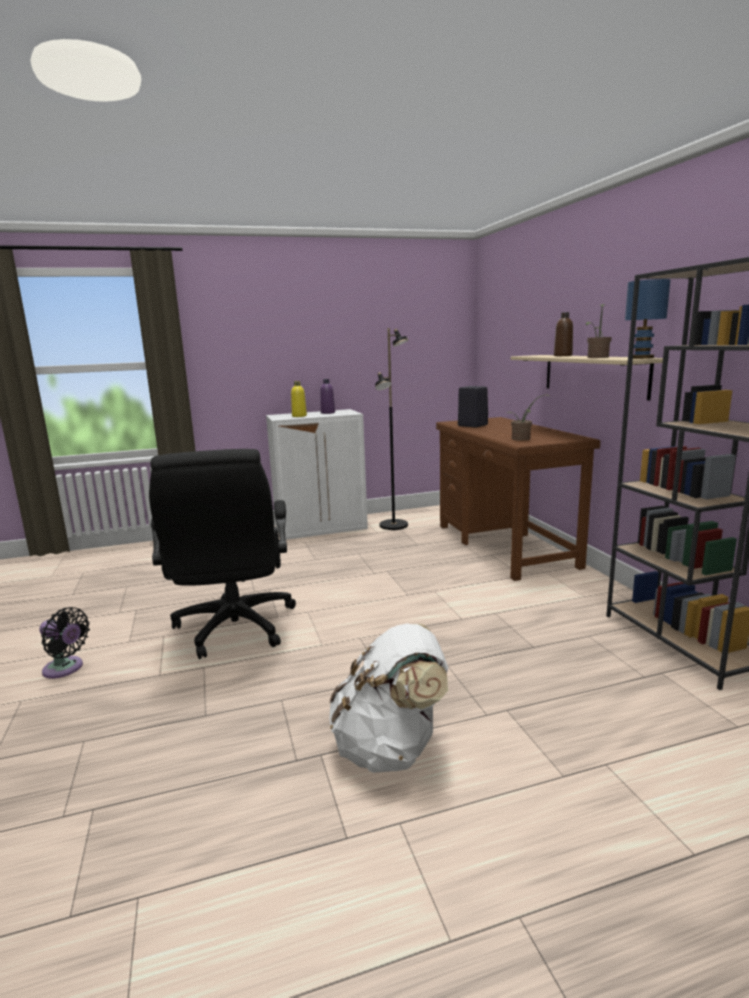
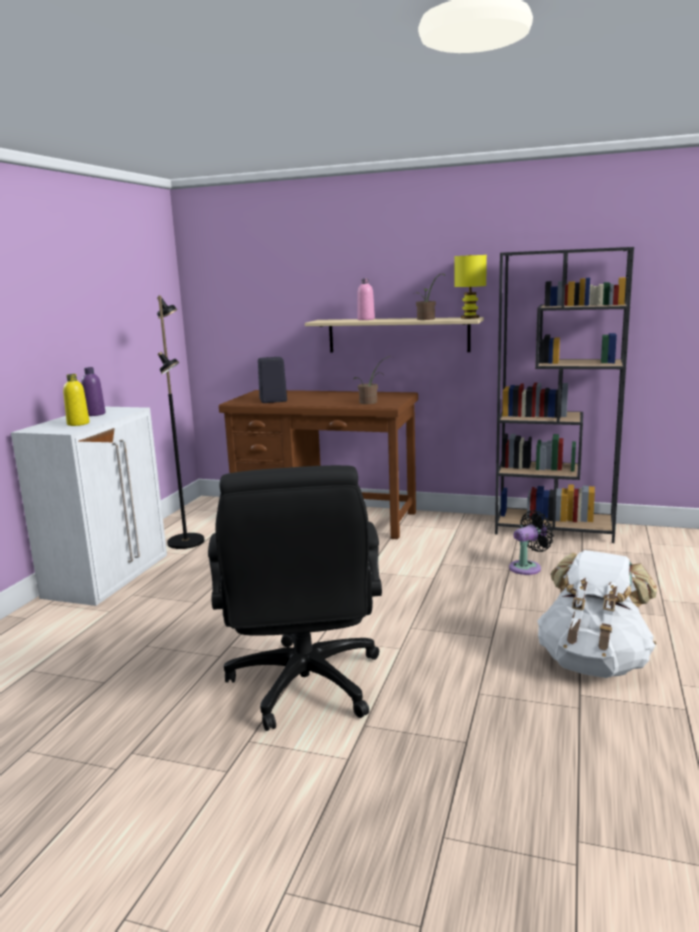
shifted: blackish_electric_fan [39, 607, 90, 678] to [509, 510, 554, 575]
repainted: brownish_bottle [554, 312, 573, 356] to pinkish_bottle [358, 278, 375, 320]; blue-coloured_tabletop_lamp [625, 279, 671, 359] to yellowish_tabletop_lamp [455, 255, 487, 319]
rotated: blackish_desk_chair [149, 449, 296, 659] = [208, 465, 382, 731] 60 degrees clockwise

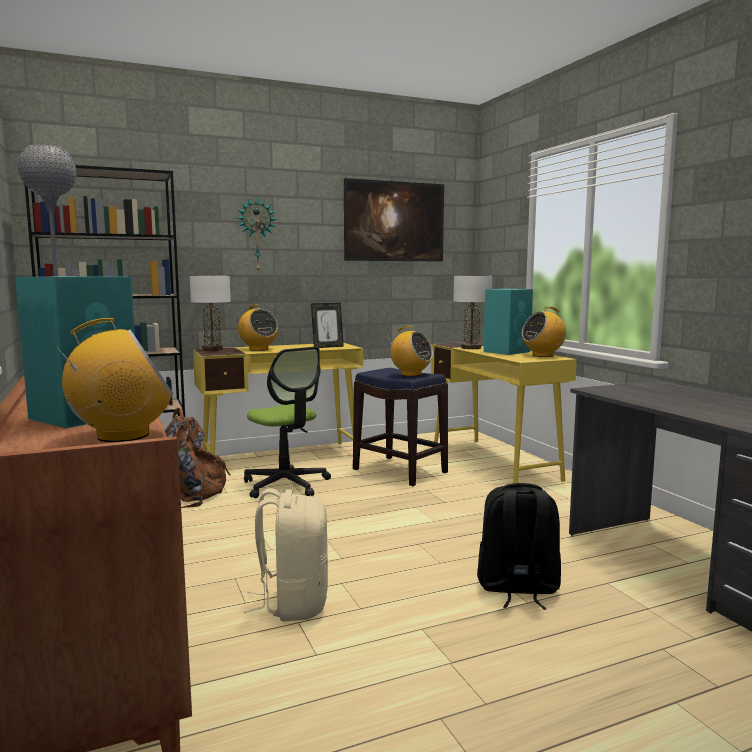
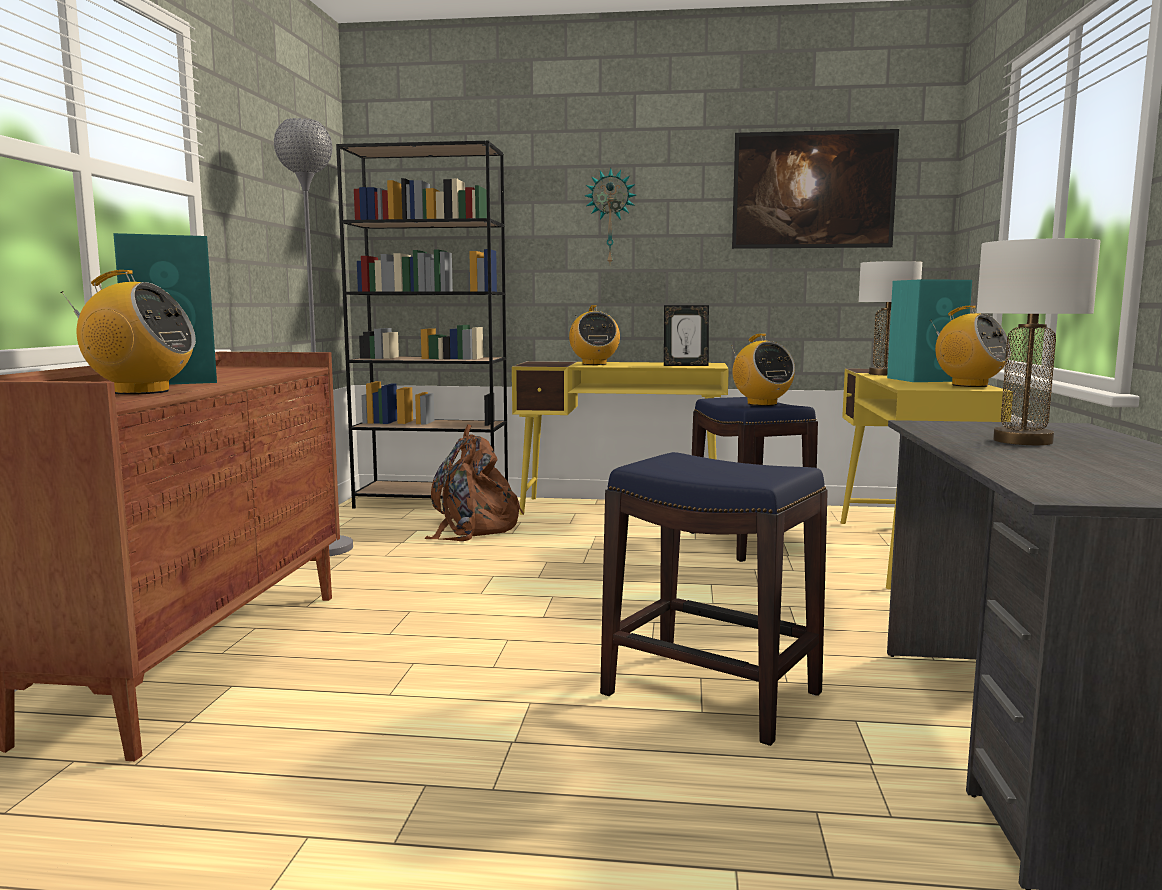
gone: desk_chair [244, 347, 331, 498]; beige-coloured_rucksack [244, 488, 328, 622]
shifted: tabletop_lamp [190, 276, 231, 351] to [977, 238, 1101, 445]
swapped: blackish_rucksack [477, 483, 561, 610] to stool [600, 452, 828, 746]
rotated: radio [522, 306, 566, 357] = [931, 306, 1011, 387] 135 degrees counterclockwise

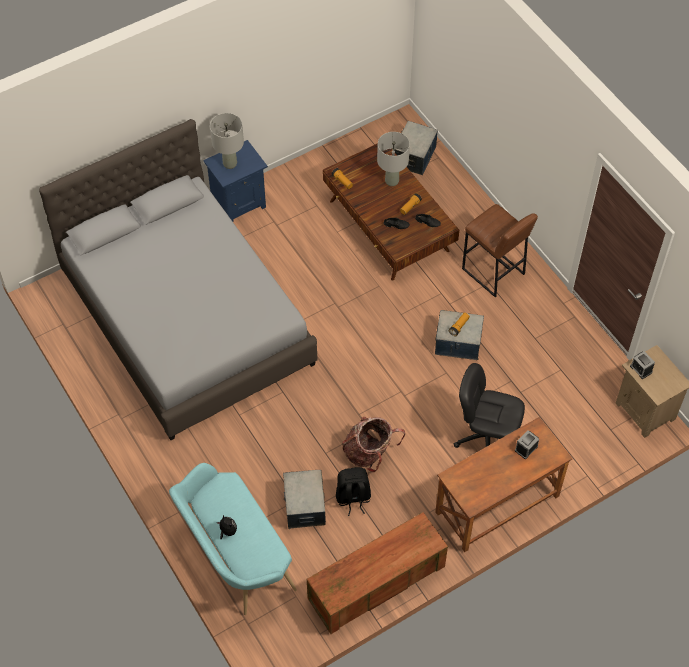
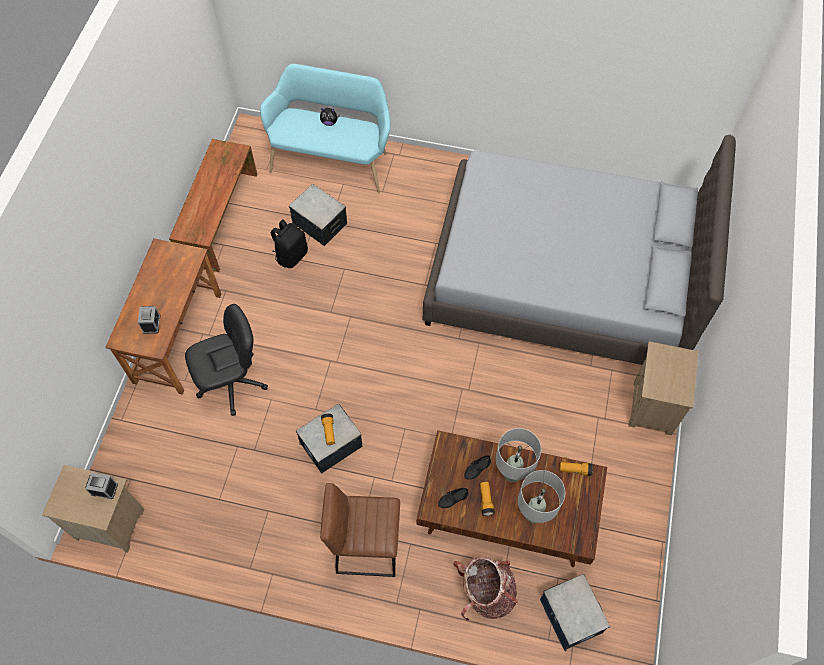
shifted: greyish_tabletop_lamp [210, 113, 244, 169] to [495, 428, 541, 483]; rucksack [342, 417, 405, 472] to [453, 557, 517, 620]
repainted: blue-coloured_night_table [203, 140, 268, 221] to beige-coloured_night_table [629, 341, 698, 435]

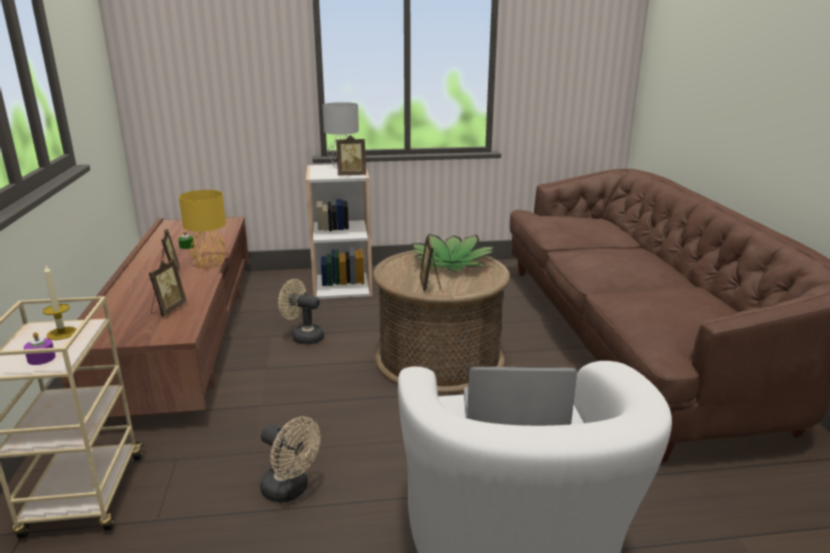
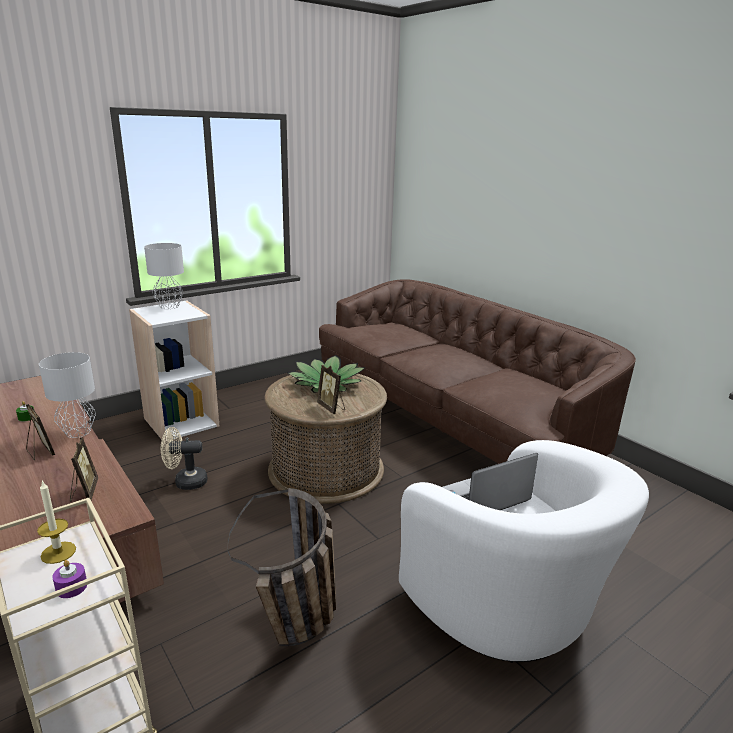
gone: photo_frame [336, 135, 366, 176]
swapped: beige-coloured_electric_fan [260, 417, 321, 503] to household_basket [227, 488, 336, 646]
repainted: yellowish_tabletop_lamp [179, 190, 226, 269] to greyish_tabletop_lamp [39, 352, 96, 438]

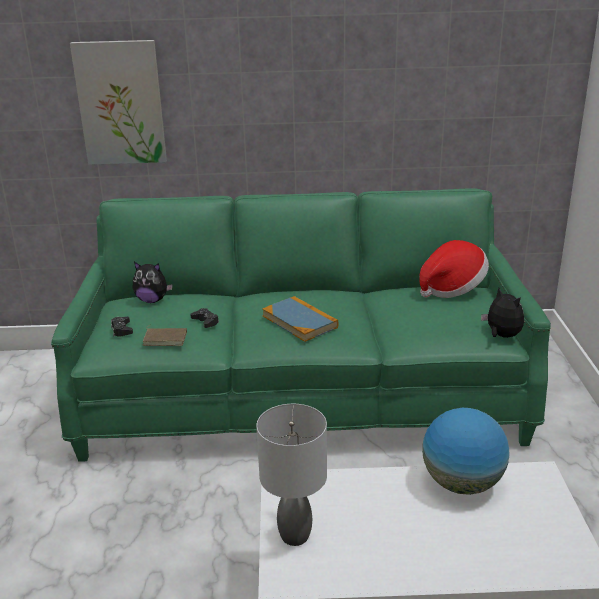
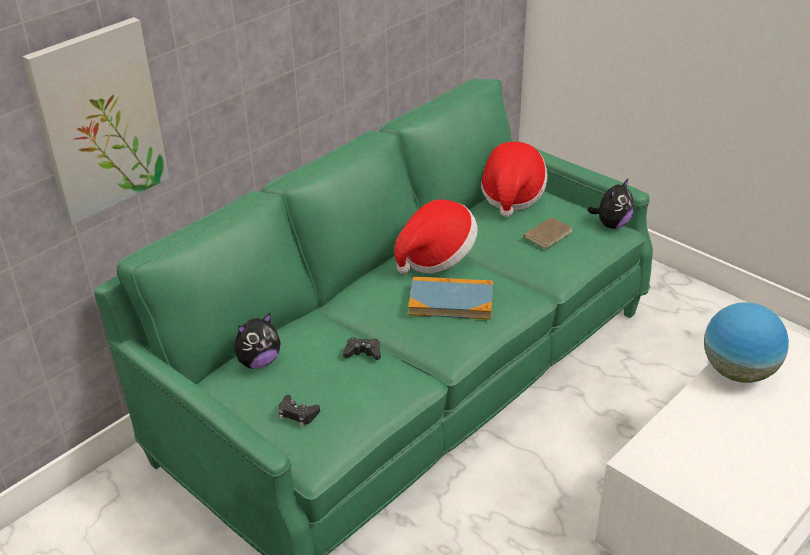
gone: greyish_tabletop_lamp [257, 404, 327, 546]
new: wearable_hat [394, 199, 478, 274]
shifted: brownish_bound_book [142, 325, 187, 346] to [517, 217, 573, 249]
rotated: cuddly_toy [481, 288, 524, 338] = [587, 178, 634, 229] 120 degrees clockwise

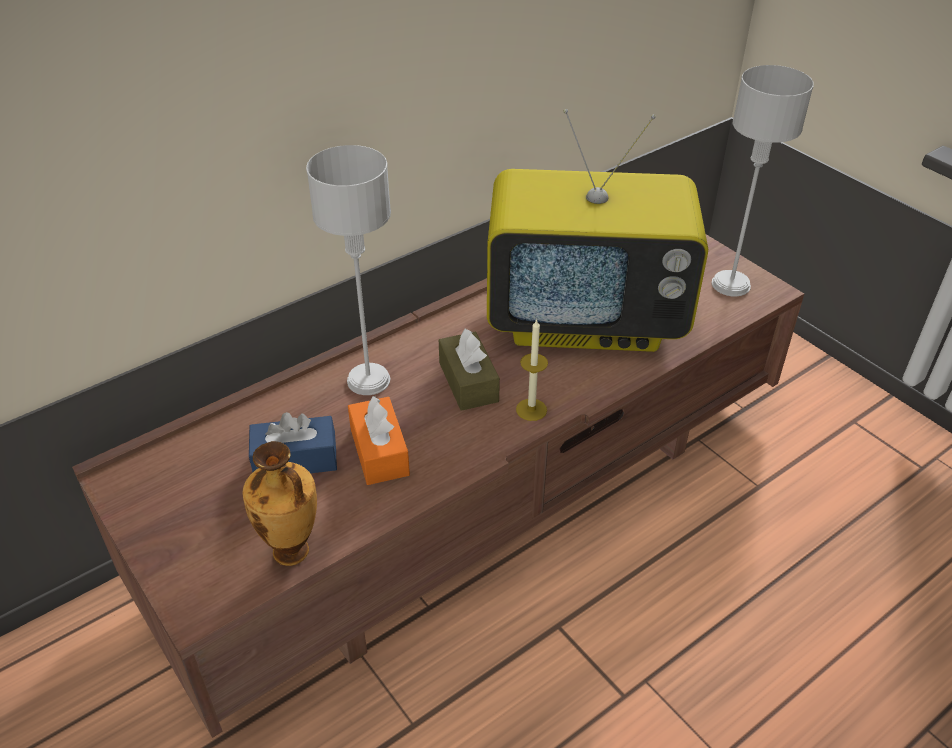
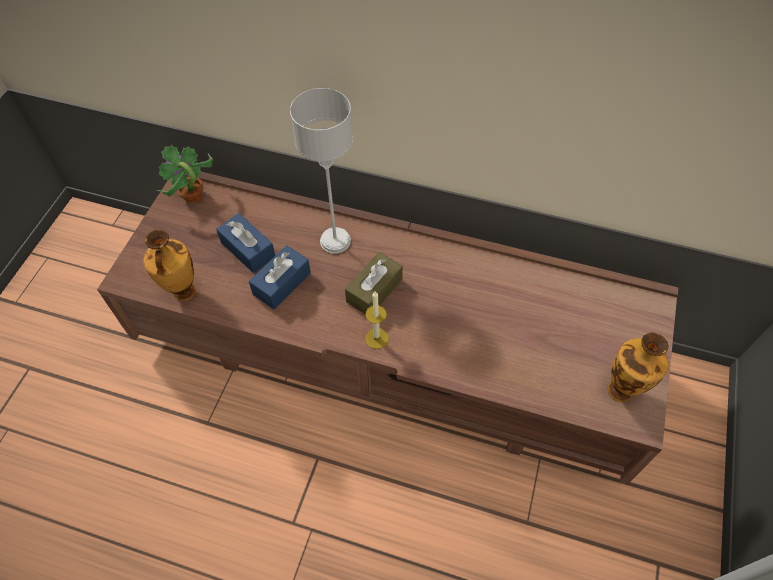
gone: television [487, 109, 708, 352]
new: potted_plant [157, 145, 213, 203]
swapped: greyish_tabletop_lamp [712, 65, 814, 296] to decorative_vase [608, 332, 669, 402]
repainted: orange-coloured_tissue_holder [348, 395, 410, 485] to blue-coloured_tissue_holder [249, 245, 311, 309]

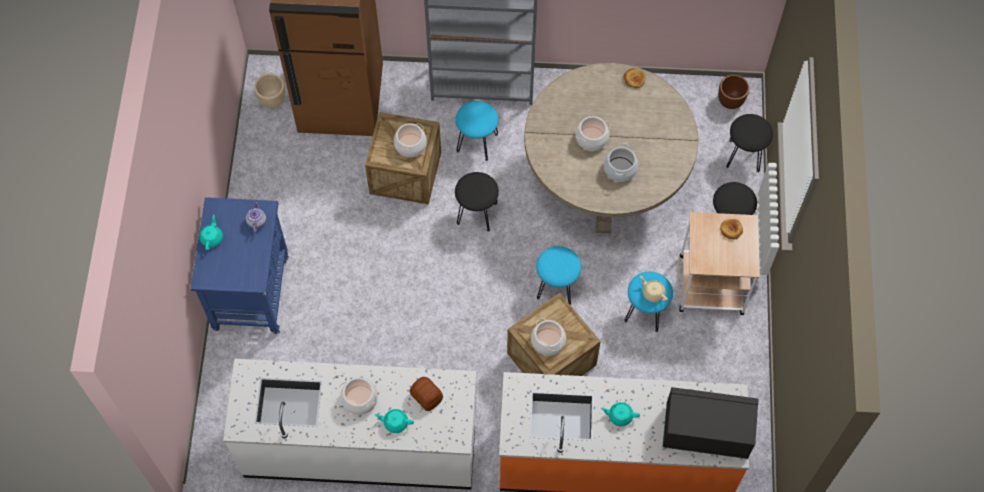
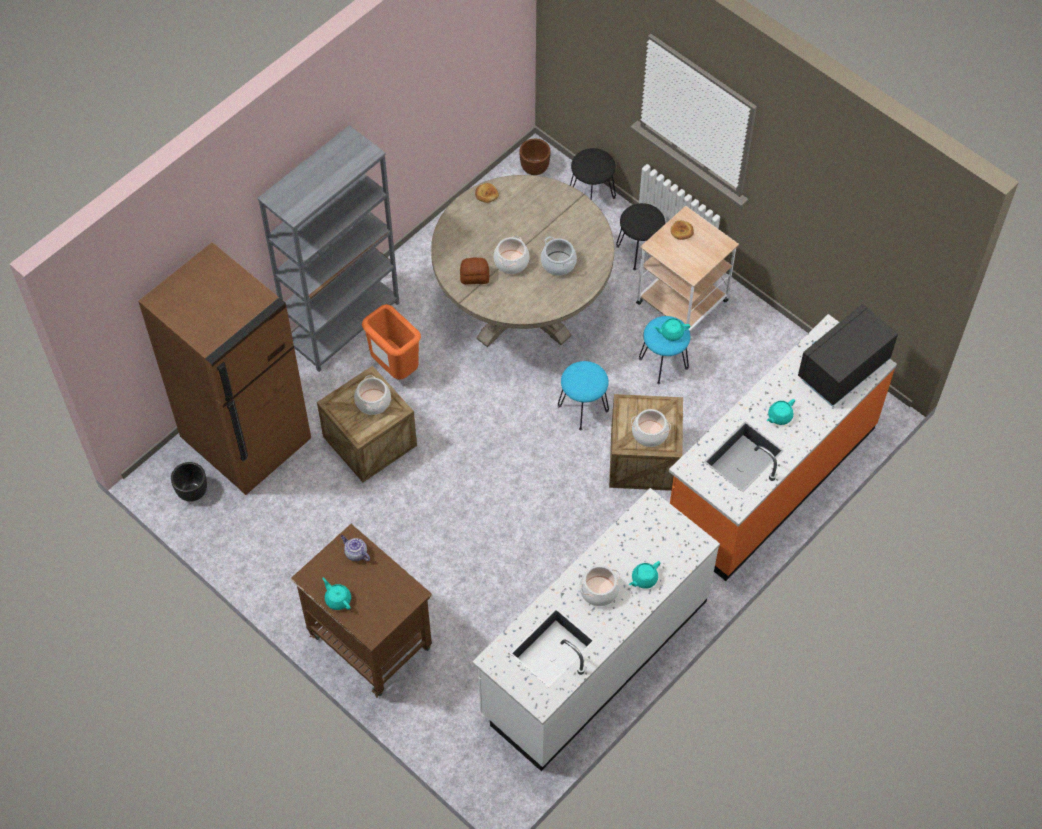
gone: blackish_stool [455, 172, 499, 232]
shifted: bakery_bread [410, 377, 443, 411] to [460, 258, 489, 285]
swapped: blue-green_stool [456, 101, 498, 161] to orange-coloured_rubbish_bin [362, 304, 421, 380]
repainted: blue-coloured_wheeled_cart [190, 197, 290, 334] to brownish_wheeled_cart [291, 524, 432, 698]; beige-coloured_plant_pot [254, 73, 285, 108] to blackish_plant_pot [171, 462, 207, 502]; beige-coloured_tea_pot [640, 276, 668, 302] to blue-green_tea_pot [653, 318, 690, 341]

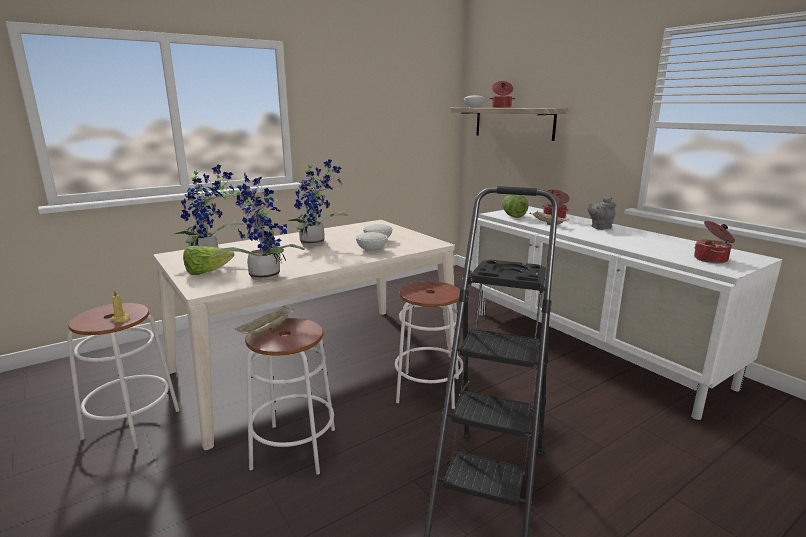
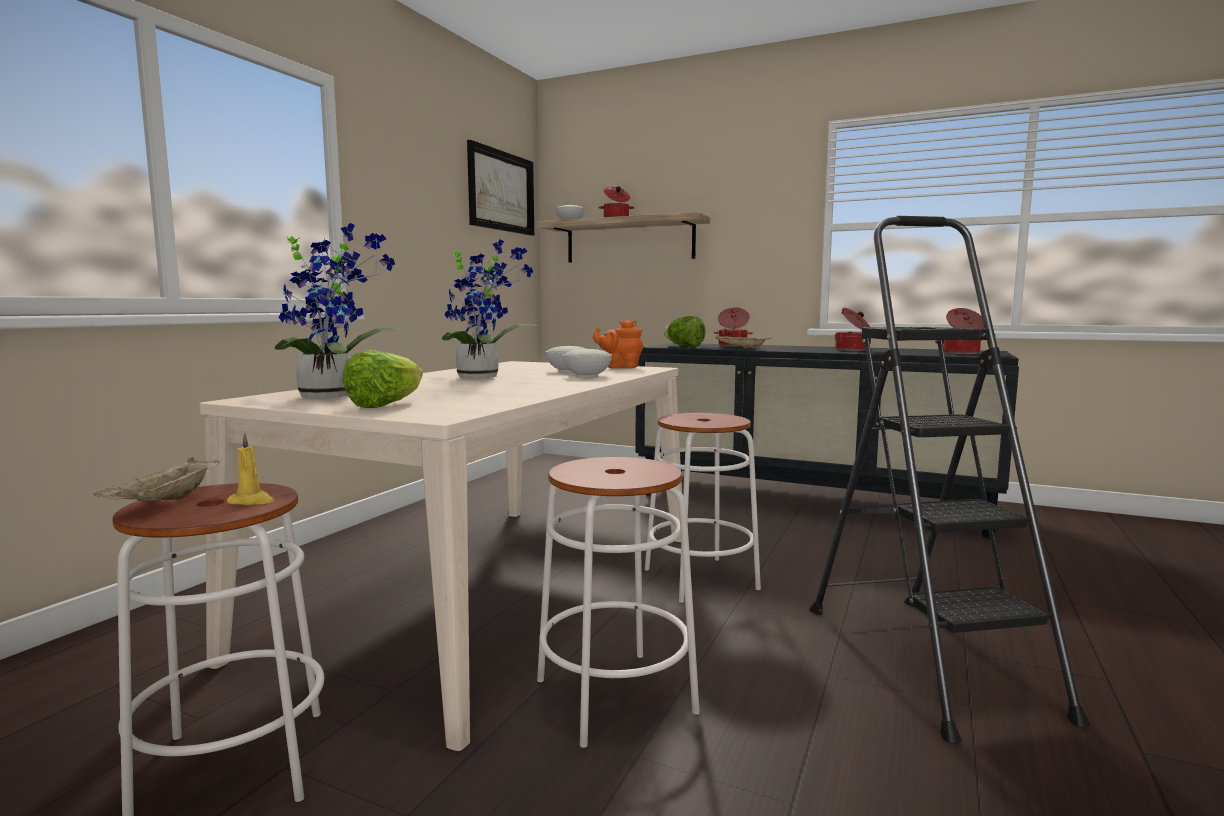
gone: potted_plant [209, 173, 305, 281]; greyish_tea_pot [588, 197, 616, 230]
new: wall_art [467, 140, 534, 236]; orange-coloured_tea_pot [593, 320, 643, 369]; saucepot [834, 308, 870, 351]
shifted: beige-coloured_serving_tray [235, 305, 294, 334] to [94, 457, 220, 501]
repainted: white-coloured_storage_cabinet [471, 206, 782, 420] to blackish_storage_cabinet [636, 343, 1019, 538]

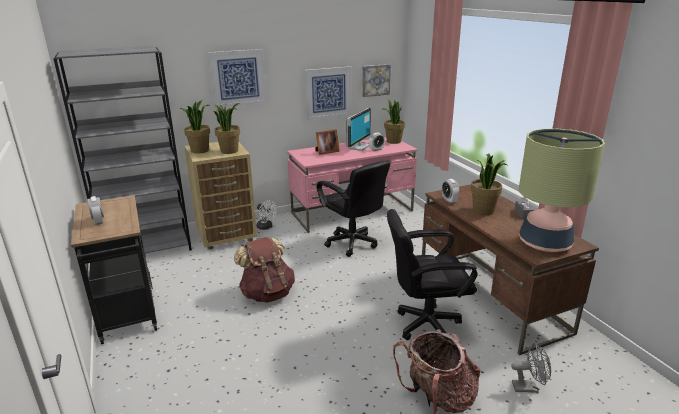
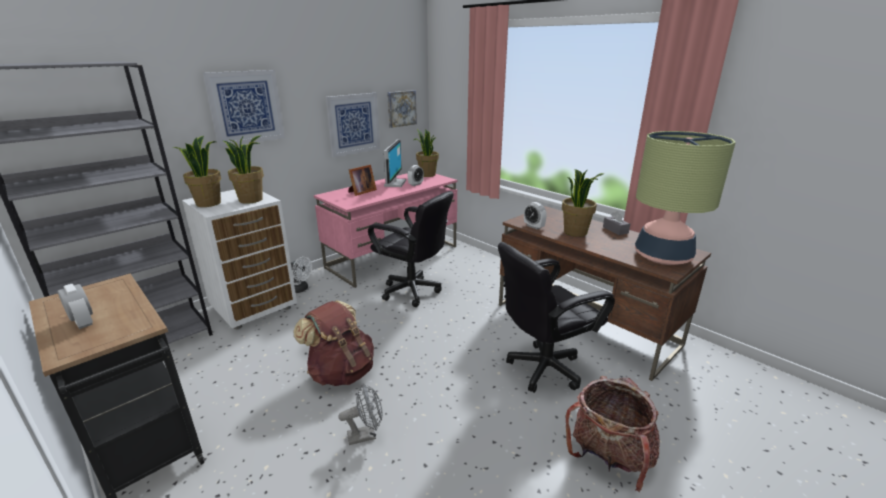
shifted: greyish_electric_fan [511, 343, 551, 393] to [338, 384, 383, 445]
repainted: brownish_drawer_chest [185, 142, 257, 249] to white-coloured_drawer_chest [182, 189, 297, 329]

